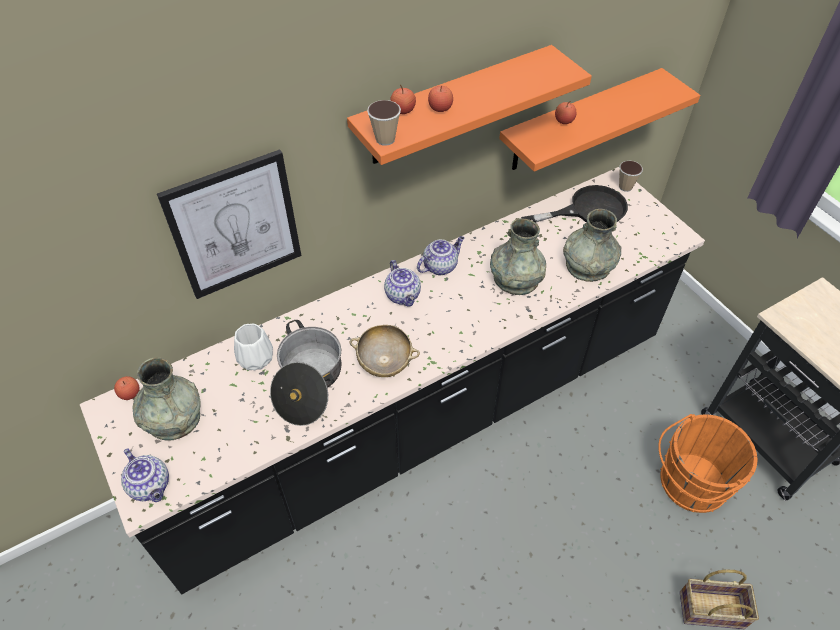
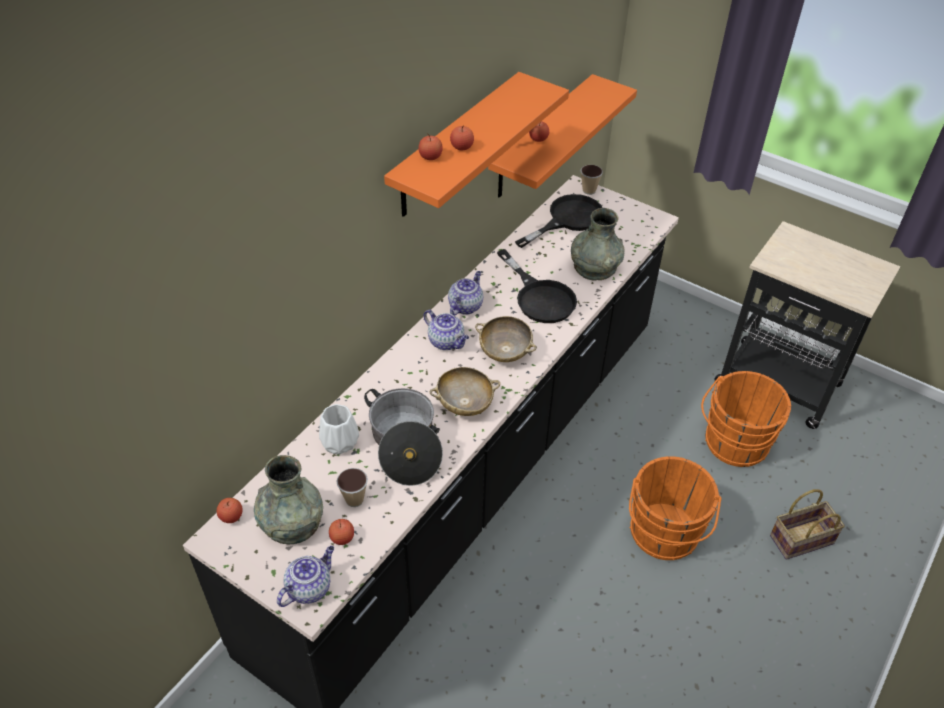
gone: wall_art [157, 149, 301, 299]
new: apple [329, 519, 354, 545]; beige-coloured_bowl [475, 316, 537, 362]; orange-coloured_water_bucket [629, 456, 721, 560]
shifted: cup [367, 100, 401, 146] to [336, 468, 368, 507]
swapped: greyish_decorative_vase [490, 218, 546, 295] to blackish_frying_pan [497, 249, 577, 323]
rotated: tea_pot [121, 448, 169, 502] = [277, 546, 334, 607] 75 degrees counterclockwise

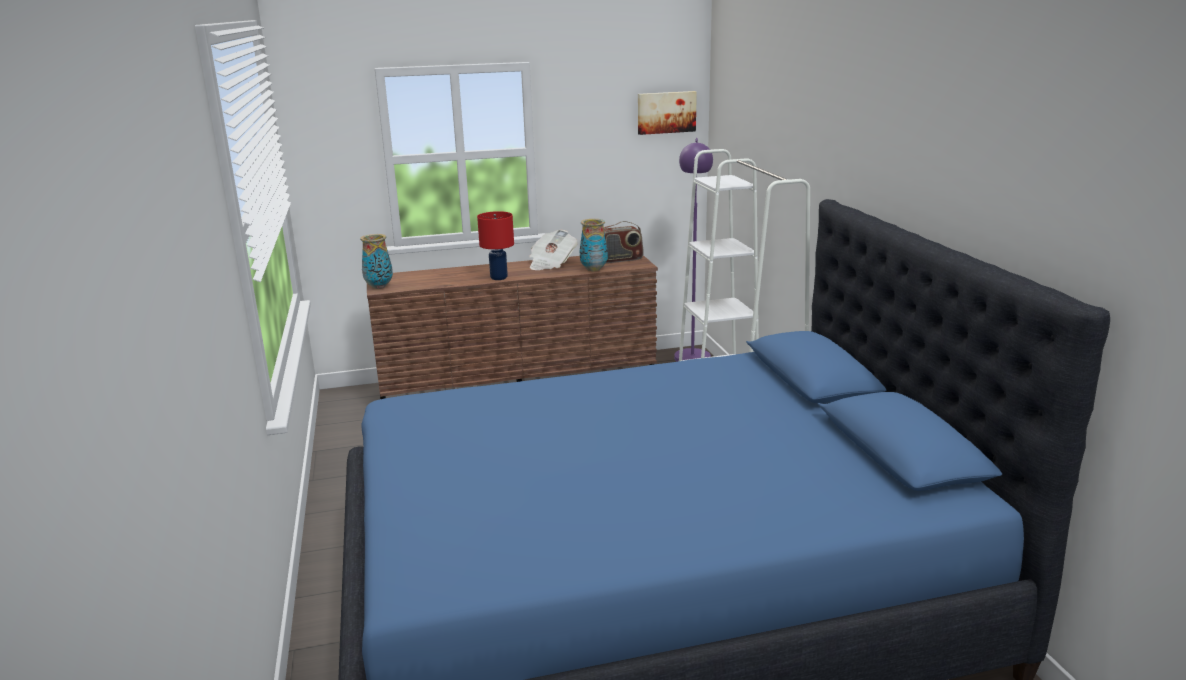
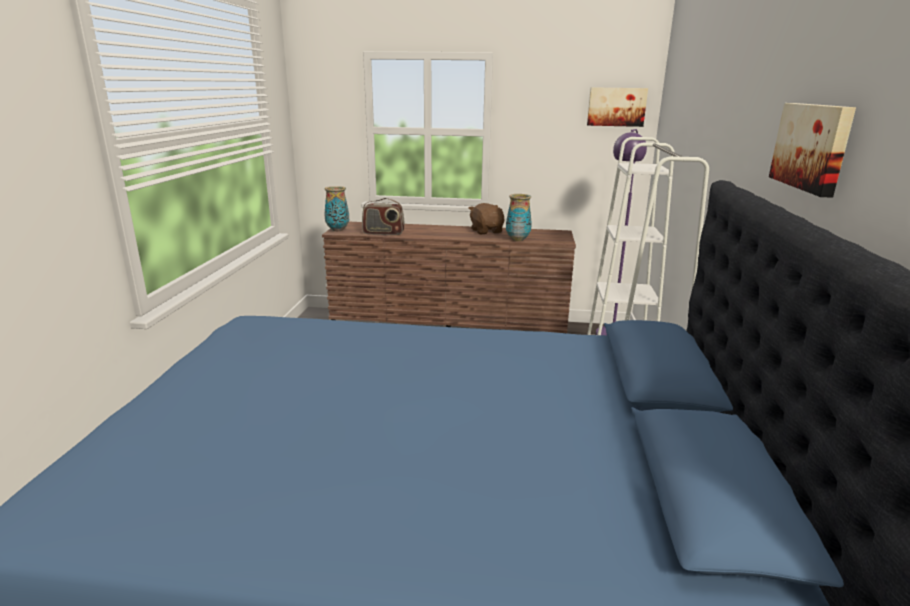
gone: red-coloured_tabletop_lamp [477, 211, 514, 280]
new: wall_art [769, 103, 856, 198]
shifted: radio [604, 221, 644, 263] to [362, 198, 405, 235]
swapped: printed_paper [529, 230, 578, 270] to brownish_cuddly_toy [469, 203, 504, 234]

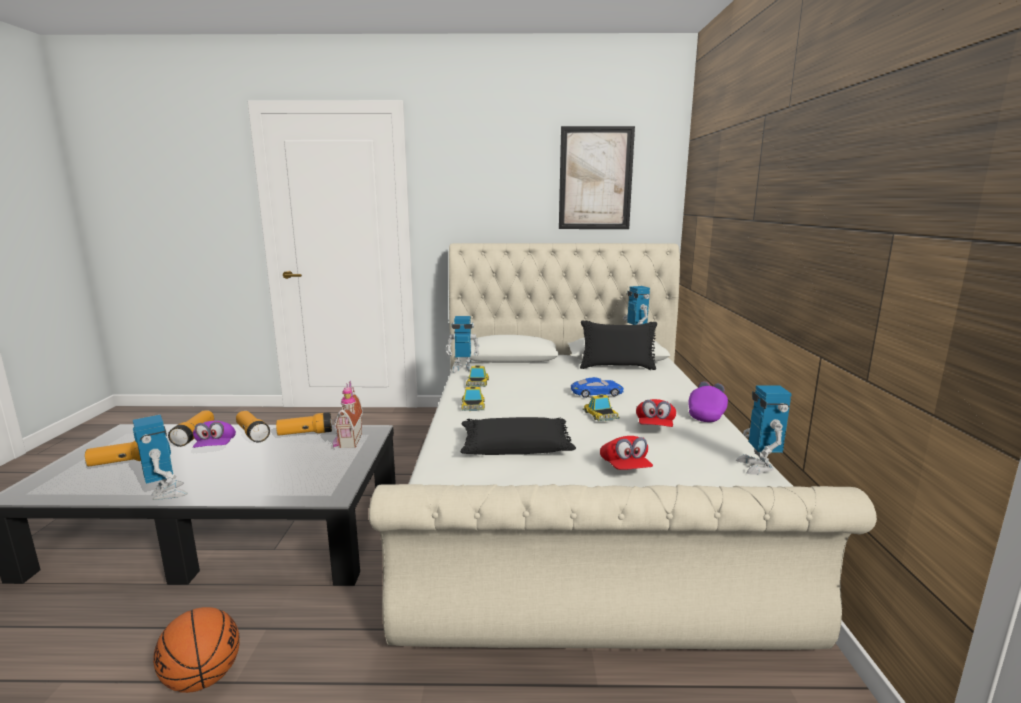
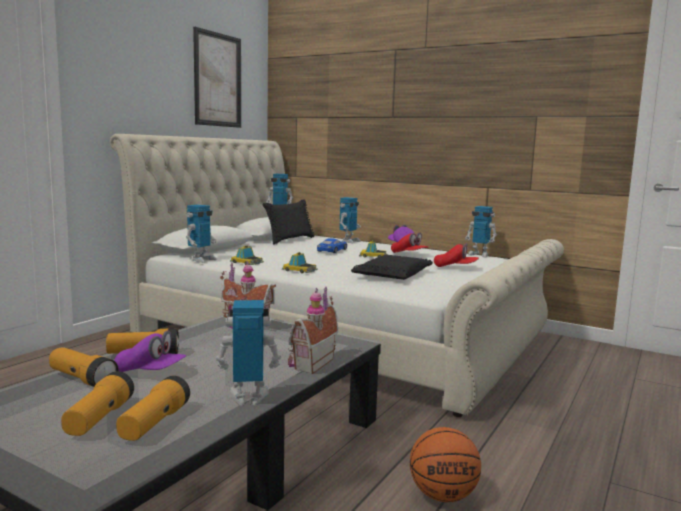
new: model_house [288, 287, 338, 374]; toy_robot [339, 197, 361, 243]
shifted: flashlight [276, 412, 332, 436] to [116, 376, 190, 441]

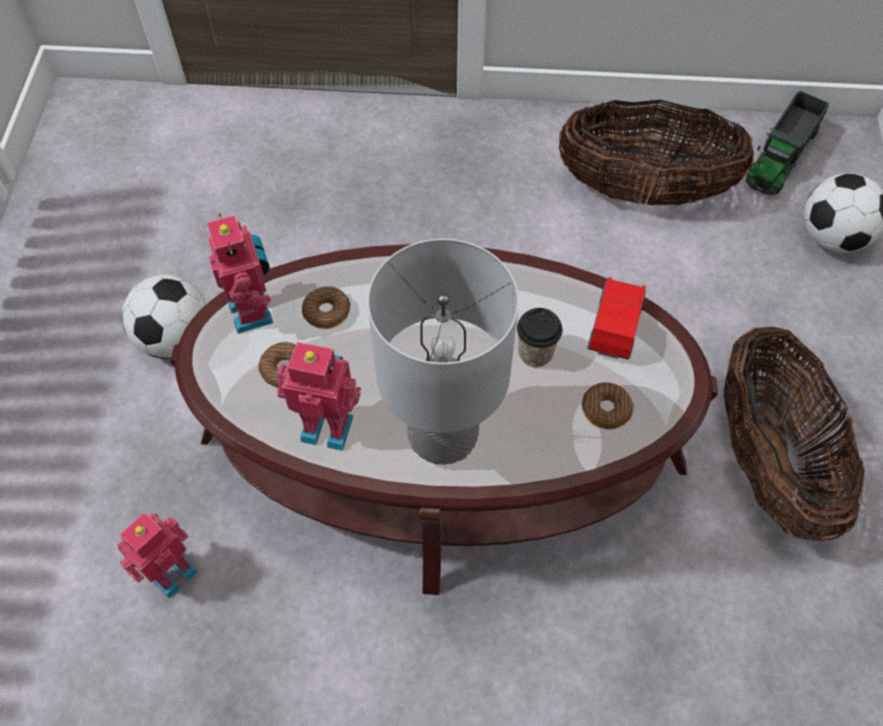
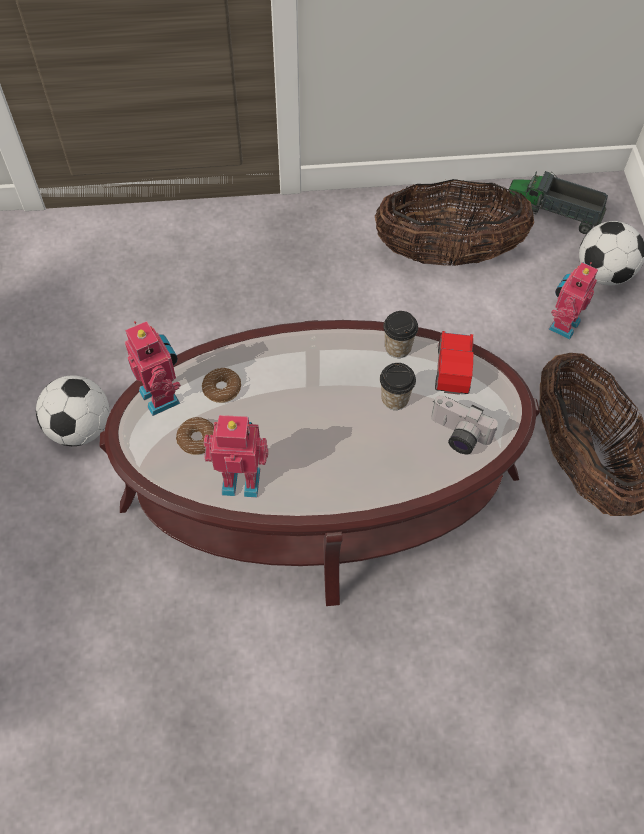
gone: greyish_tabletop_lamp [367, 239, 519, 465]
new: cup [383, 311, 418, 358]
shifted: toy_robot [116, 512, 198, 599] to [549, 262, 598, 340]
swapped: donut [582, 382, 634, 430] to photo_camera [431, 395, 498, 454]
rotated: toy_lorry [745, 91, 829, 195] = [507, 171, 608, 234] 90 degrees clockwise

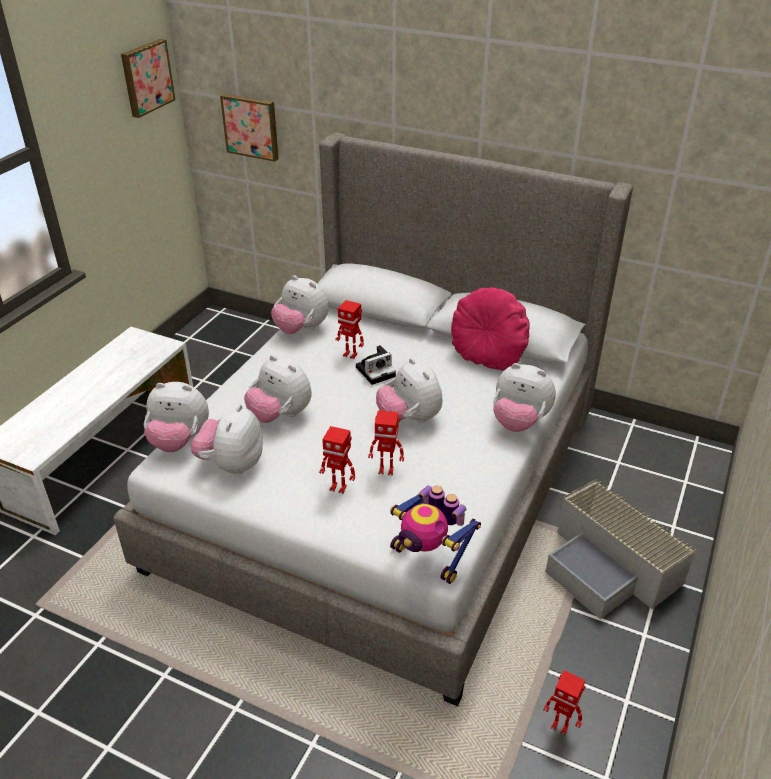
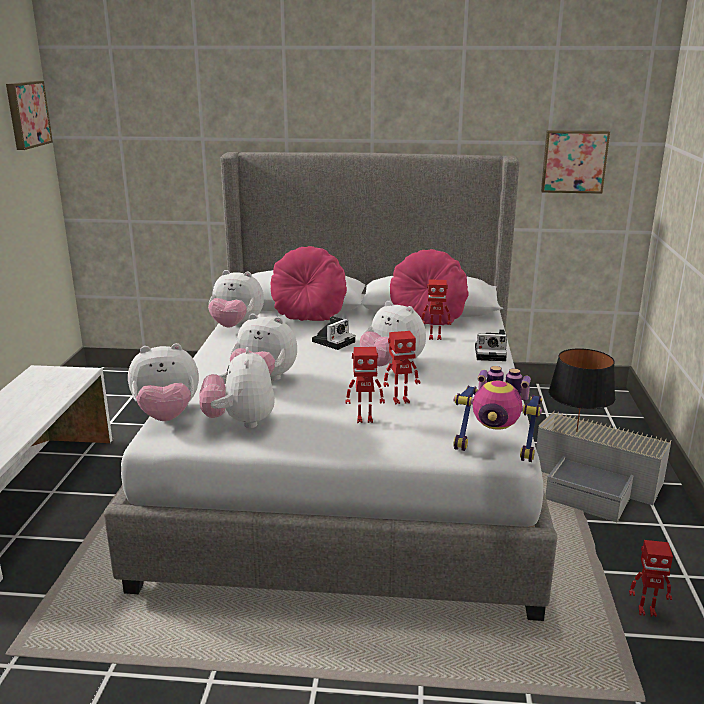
new: pinkish_throw_pillow [271, 246, 347, 321]; blackish_tabletop_lamp [549, 348, 615, 432]
shifted: wall_art [220, 94, 279, 162] to [541, 130, 610, 194]; toy_robot [335, 300, 364, 359] to [422, 279, 451, 340]
swapped: cuddly_toy [493, 363, 556, 432] to photo_camera [475, 329, 507, 361]

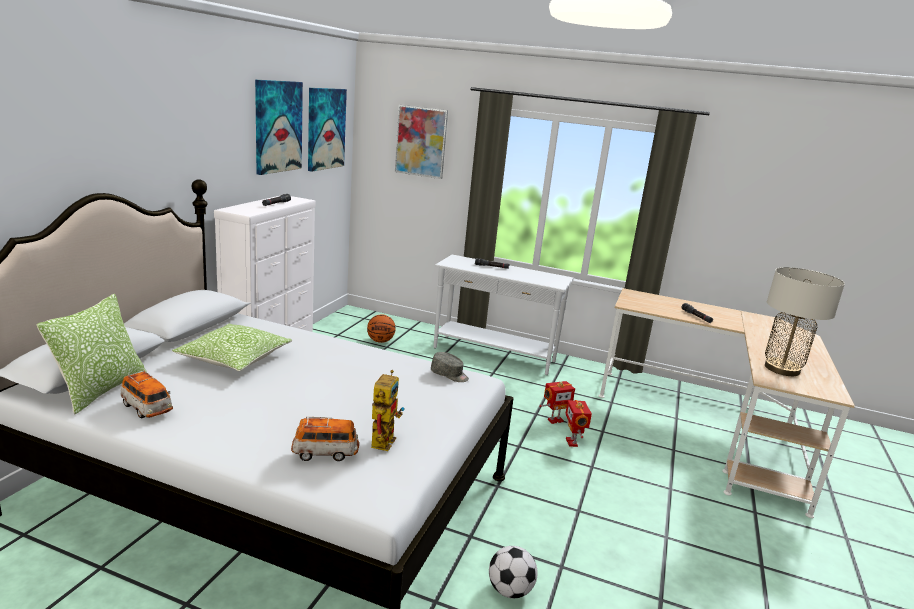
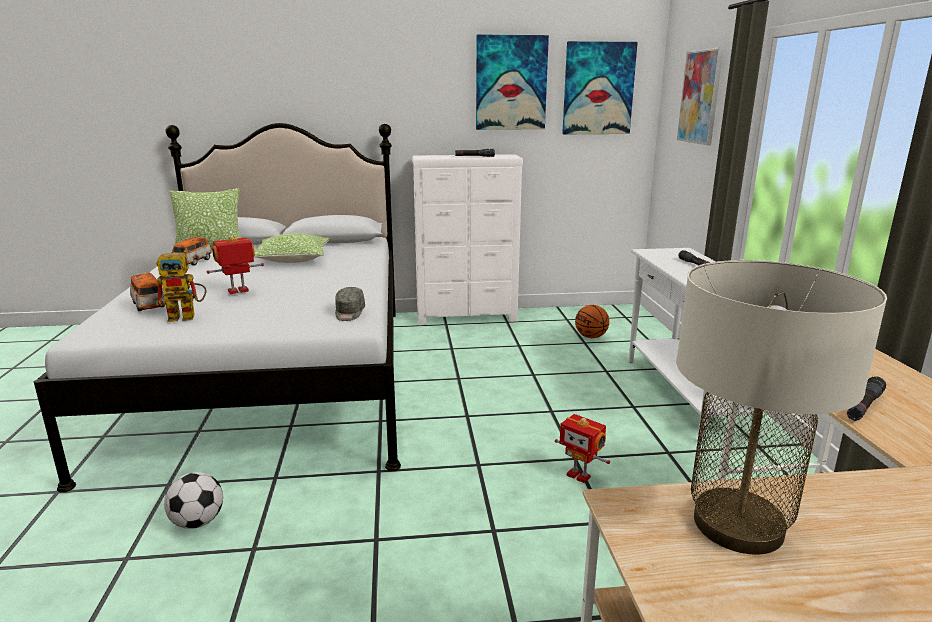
shifted: toy_robot [565, 400, 592, 447] to [206, 235, 264, 294]

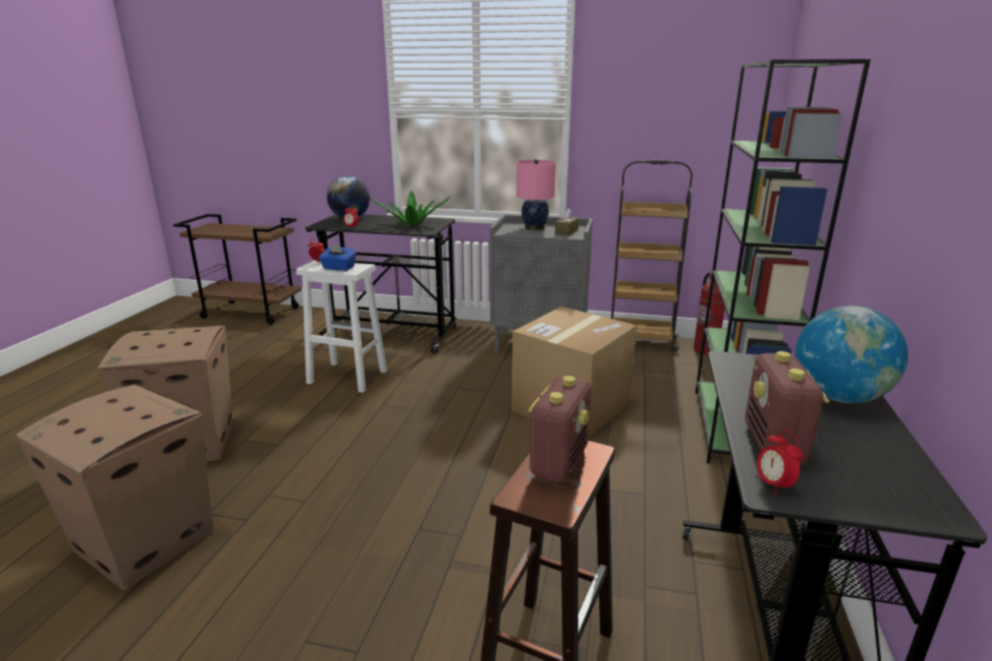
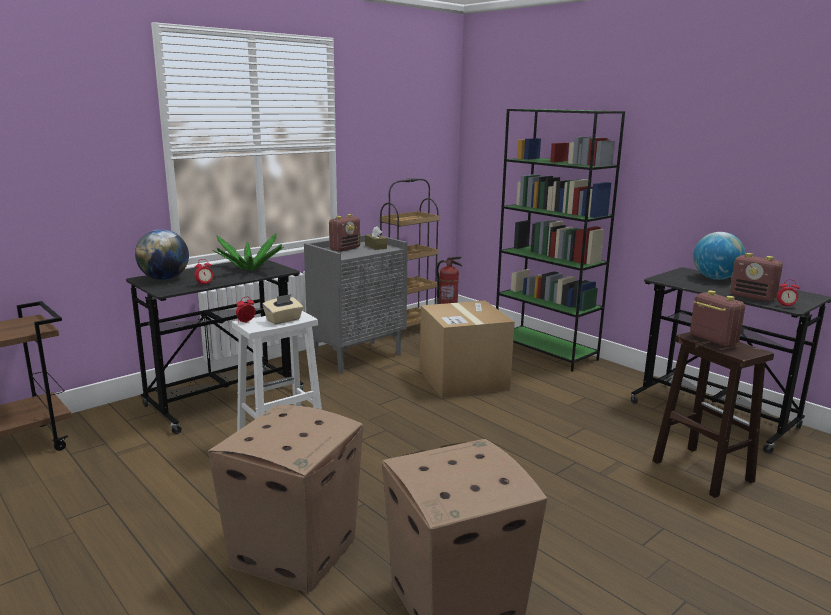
swapped: pinkish_tabletop_lamp [516, 159, 556, 230] to radio [329, 214, 360, 252]
repainted: blue-coloured_tissue_holder [319, 244, 356, 271] to beige-coloured_tissue_holder [262, 294, 303, 324]

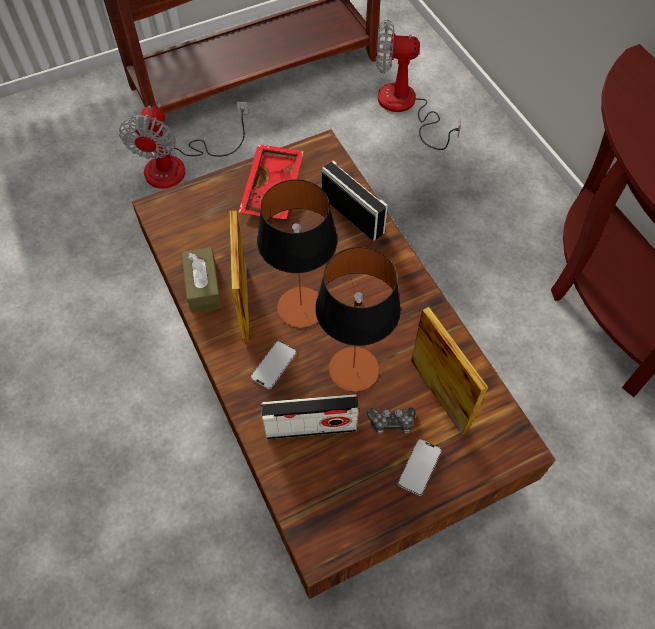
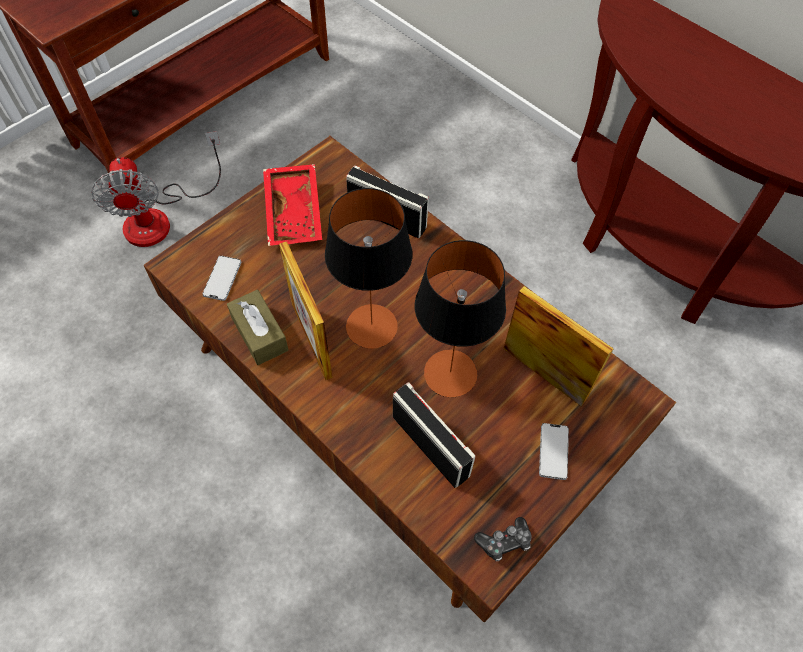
gone: electric_fan [376, 19, 461, 150]
shifted: phone [251, 341, 297, 389] to [202, 256, 241, 301]; joypad [367, 407, 415, 434] to [474, 517, 532, 561]
rotated: radio [261, 394, 359, 439] = [393, 382, 476, 488] 105 degrees counterclockwise

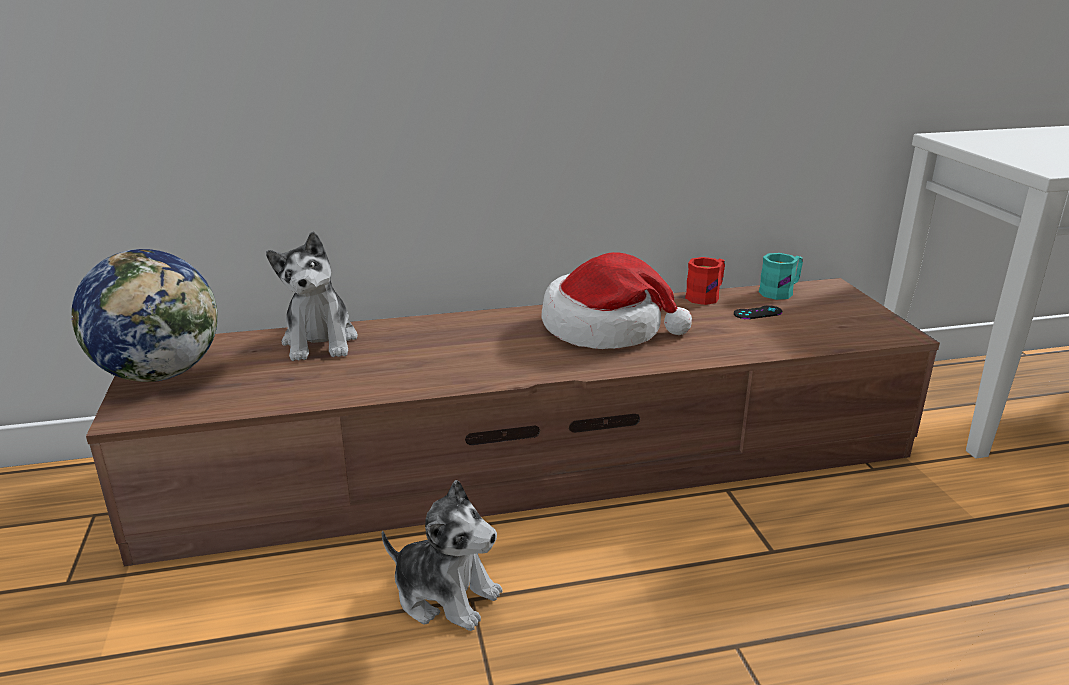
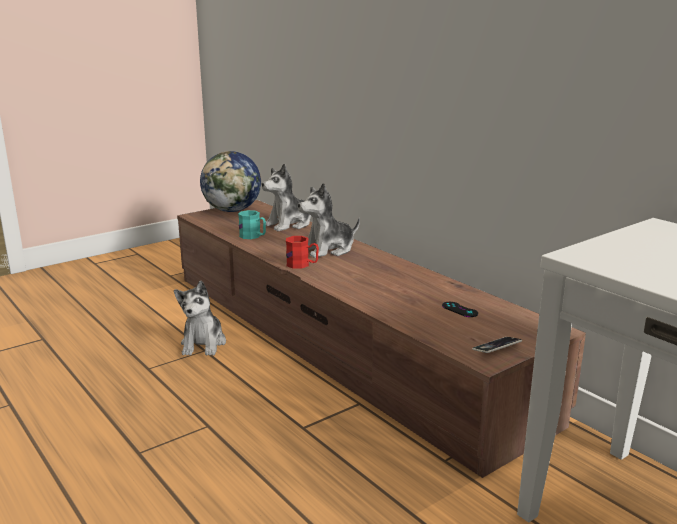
gone: wearable_hat [542, 252, 692, 349]
new: cuddly_toy [298, 183, 360, 258]; phone [472, 337, 522, 353]
shifted: red-coloured_coffee_mug [685, 257, 725, 305] to [286, 236, 319, 269]; blue-green_coffee_mug [759, 253, 803, 300] to [238, 210, 266, 239]

